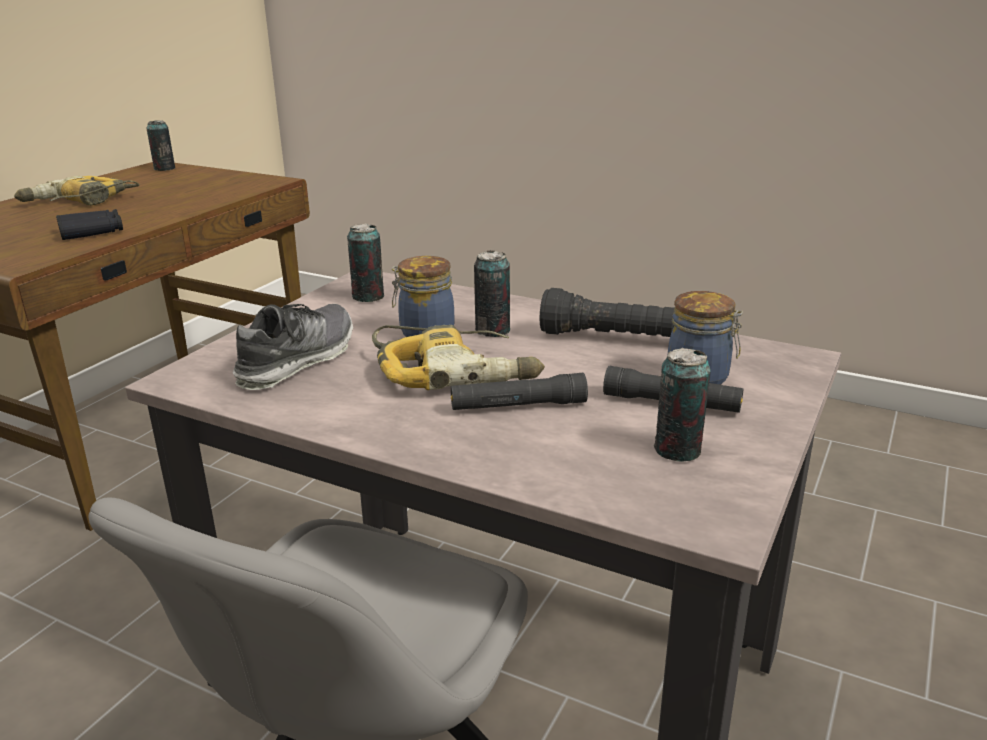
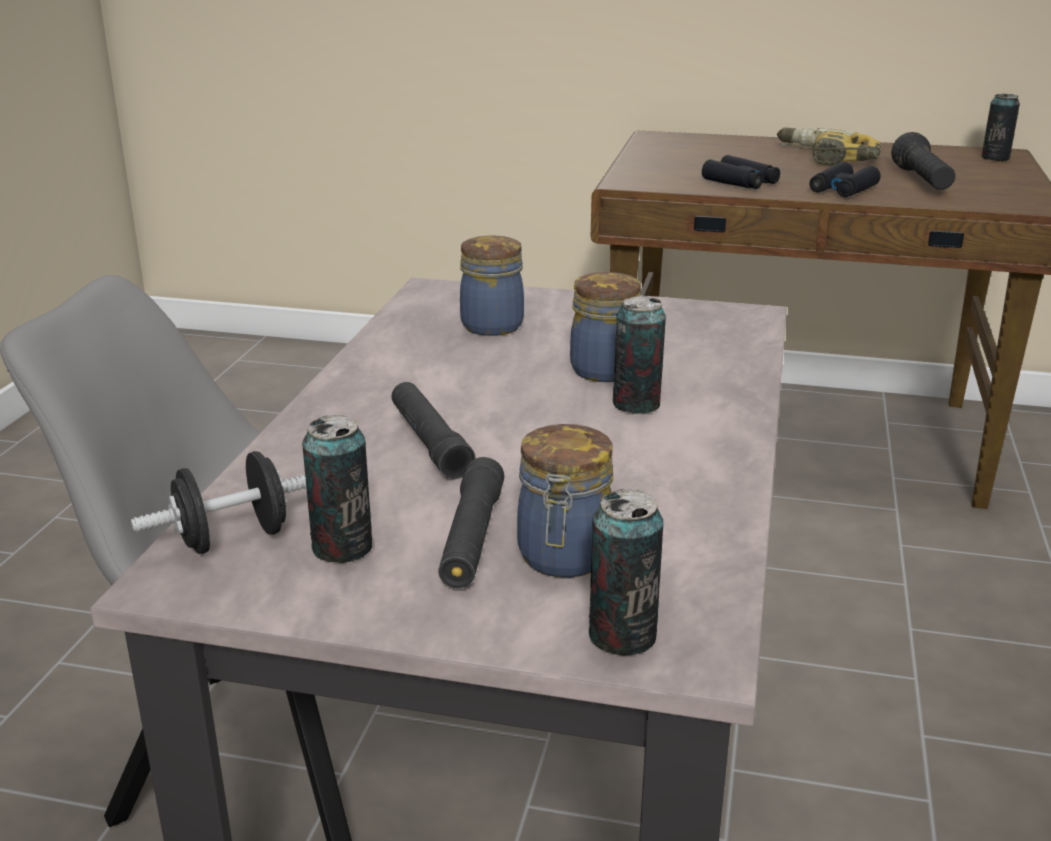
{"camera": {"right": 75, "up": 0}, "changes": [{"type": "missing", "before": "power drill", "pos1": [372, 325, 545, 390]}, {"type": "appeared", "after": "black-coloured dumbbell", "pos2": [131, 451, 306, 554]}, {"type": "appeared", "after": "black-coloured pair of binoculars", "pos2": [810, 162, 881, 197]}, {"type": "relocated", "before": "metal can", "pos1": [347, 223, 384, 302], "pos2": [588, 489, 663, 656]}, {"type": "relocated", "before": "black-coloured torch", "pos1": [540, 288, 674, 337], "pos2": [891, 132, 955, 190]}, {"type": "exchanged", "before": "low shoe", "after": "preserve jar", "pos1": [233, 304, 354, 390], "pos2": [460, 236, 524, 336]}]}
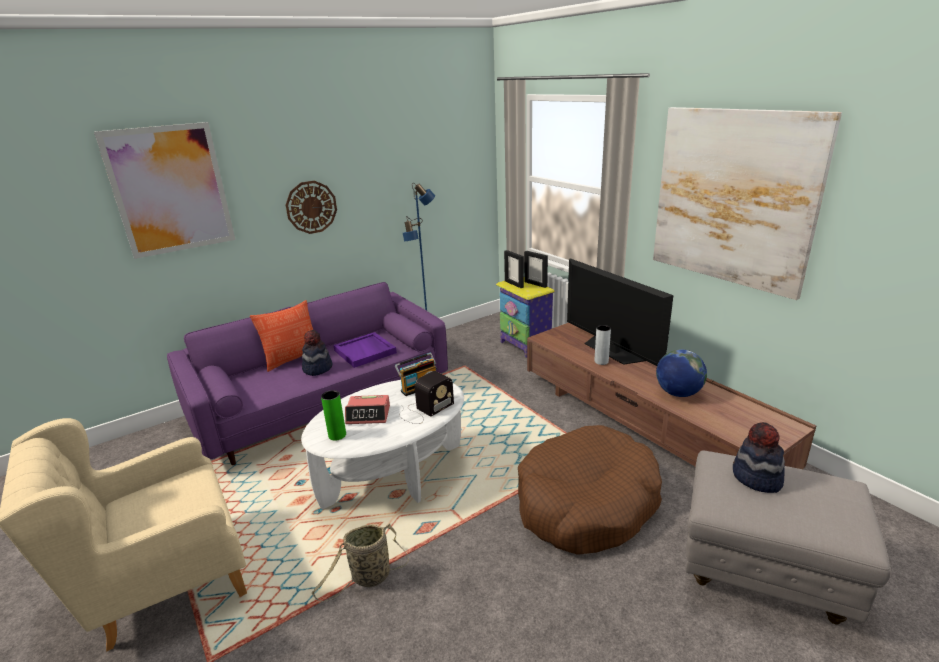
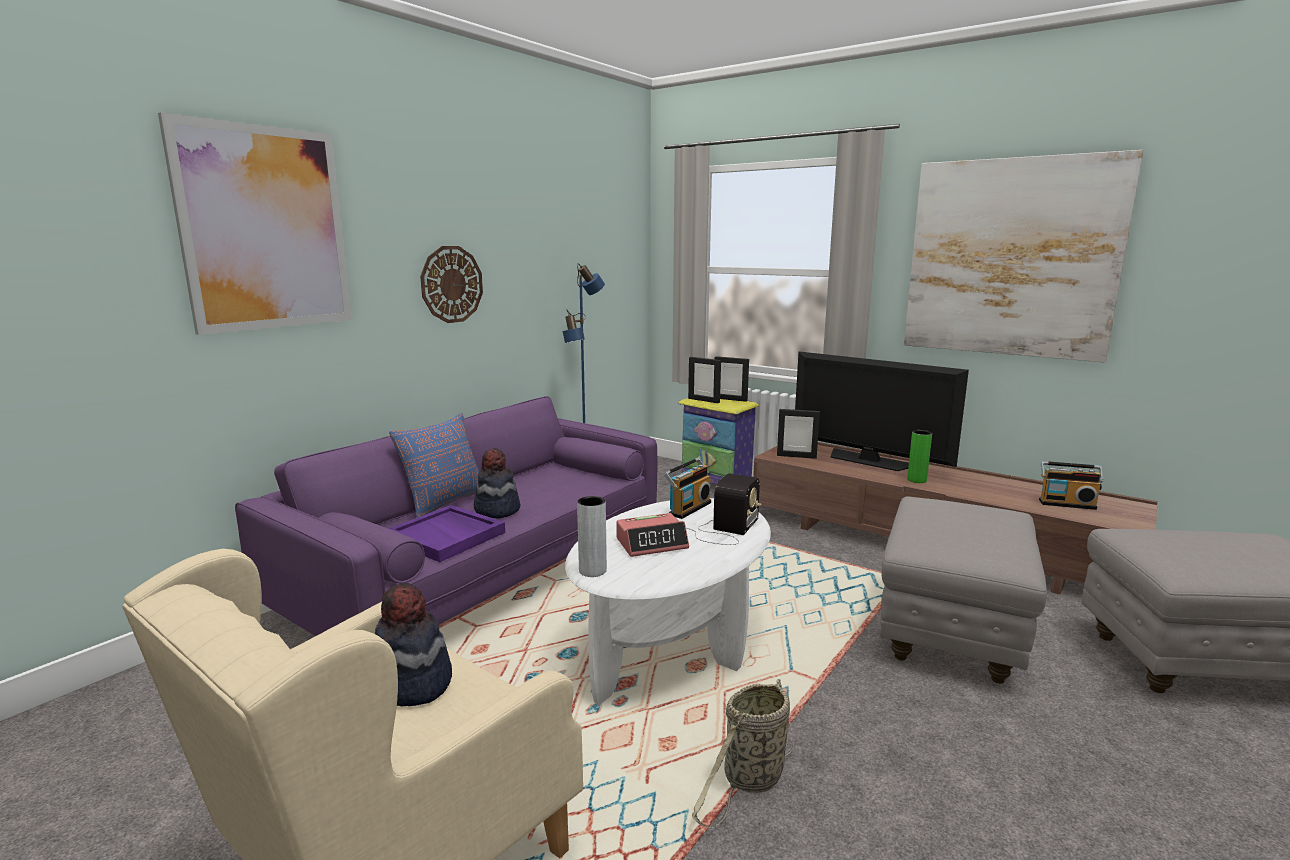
{"camera": {"right": -20, "up": -10}, "changes": [{"type": "missing", "before": "desk globe", "pos1": [656, 349, 707, 397]}, {"type": "appeared", "after": "picture frame", "pos2": [777, 409, 820, 459]}, {"type": "appeared", "after": "radio set", "pos2": [1039, 461, 1104, 510]}, {"type": "relocated", "before": "green-coloured decorative vase", "pos1": [321, 390, 346, 440], "pos2": [907, 430, 932, 483]}, {"type": "relocated", "before": "purplish tray", "pos1": [334, 332, 397, 368], "pos2": [388, 505, 505, 562]}, {"type": "relocated", "before": "gray decorative vase", "pos1": [594, 325, 611, 365], "pos2": [577, 496, 607, 577]}, {"type": "relocated", "before": "wearable hat", "pos1": [733, 422, 785, 493], "pos2": [375, 583, 452, 706]}, {"type": "exchanged", "before": "brown dog cushion", "after": "gray pouffe", "pos1": [518, 425, 662, 555], "pos2": [880, 496, 1047, 684]}, {"type": "colour", "before": "orange-coloured throw pillow", "after": "bluish throw pillow", "pos1": [250, 300, 313, 372], "pos2": [389, 413, 479, 518]}]}
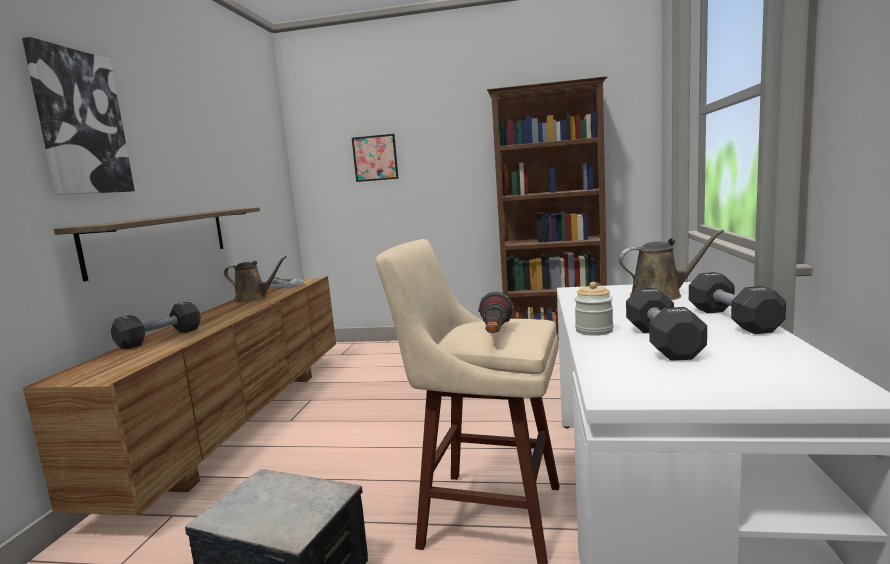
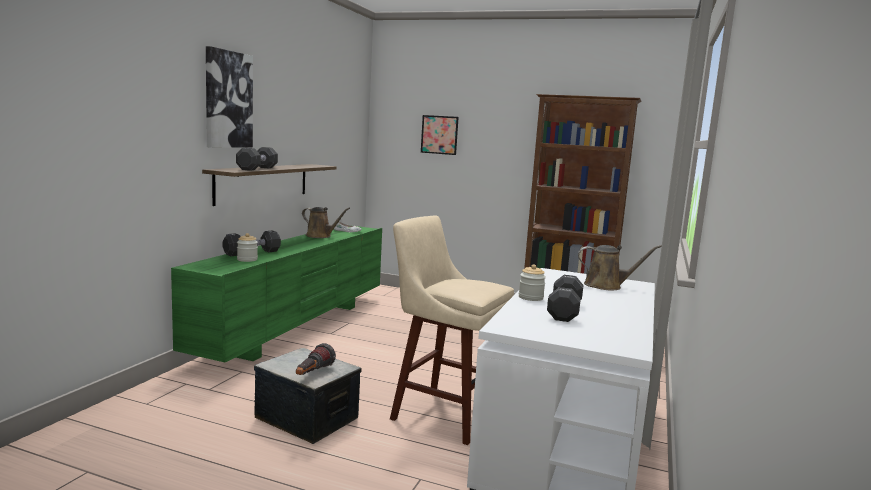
{"camera": {"right": 10, "up": 0}, "changes": [{"type": "appeared", "after": "preserve jar", "pos2": [237, 233, 258, 262]}, {"type": "relocated", "before": "torch", "pos1": [478, 292, 514, 333], "pos2": [296, 343, 336, 375]}, {"type": "relocated", "before": "black-coloured dumbbell", "pos1": [689, 272, 786, 334], "pos2": [236, 147, 278, 171]}, {"type": "colour", "before": "brown cabinet", "after": "green-coloured cabinet", "pos1": [23, 276, 336, 515], "pos2": [171, 225, 382, 362]}]}
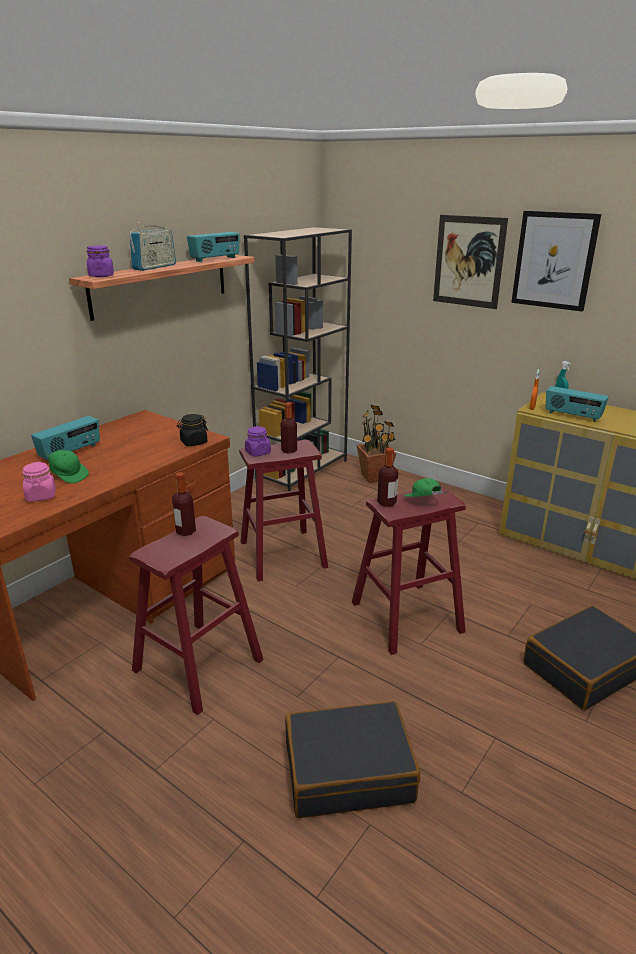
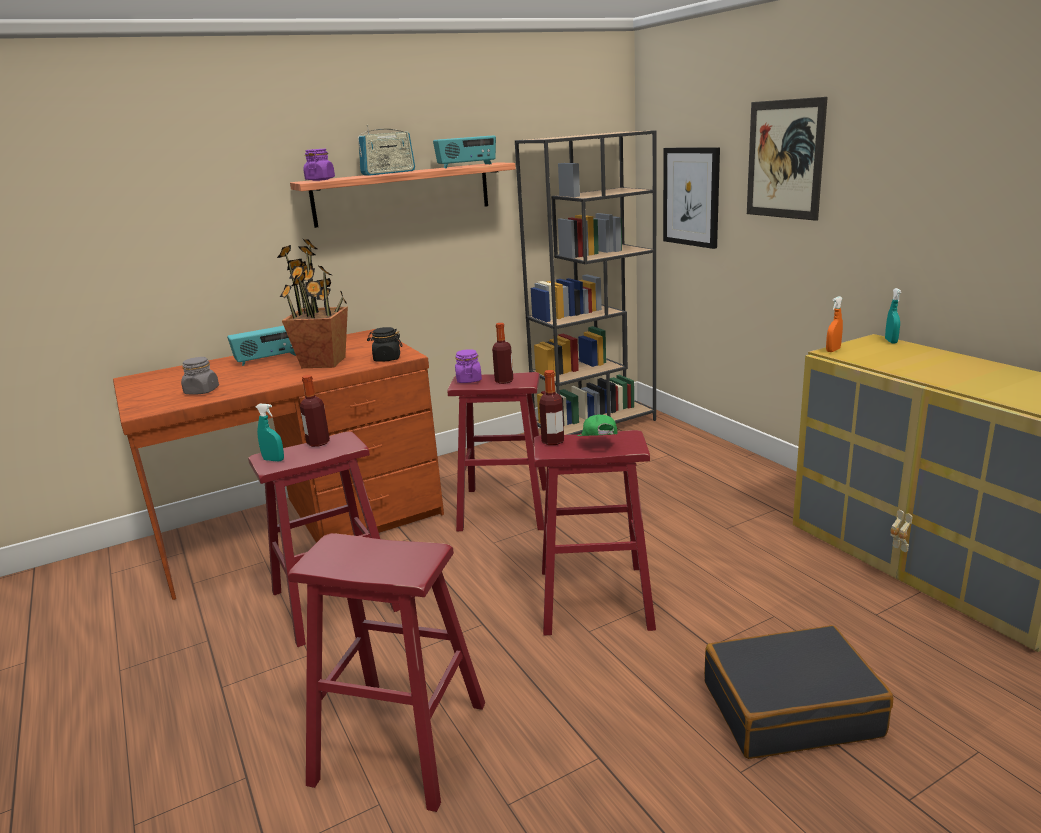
{"camera": {"right": 25, "up": -5}, "changes": [{"type": "missing", "before": "green-coloured peaked cap", "pos1": [45, 450, 89, 483]}, {"type": "missing", "before": "radio set", "pos1": [546, 386, 609, 422]}, {"type": "appeared", "after": "turquoise-coloured spray bottle", "pos2": [256, 404, 284, 462]}, {"type": "relocated", "before": "houseplant", "pos1": [357, 405, 396, 483], "pos2": [277, 239, 348, 368]}, {"type": "relocated", "before": "wall picture", "pos1": [511, 211, 601, 311], "pos2": [663, 147, 720, 249]}, {"type": "exchanged", "before": "black-coloured piece of luggage", "after": "red-coloured sitting stool", "pos1": [285, 701, 420, 818], "pos2": [288, 533, 485, 812]}, {"type": "colour", "before": "pink preserve jar", "after": "gray preserve jar", "pos1": [22, 462, 56, 502], "pos2": [181, 357, 219, 395]}]}
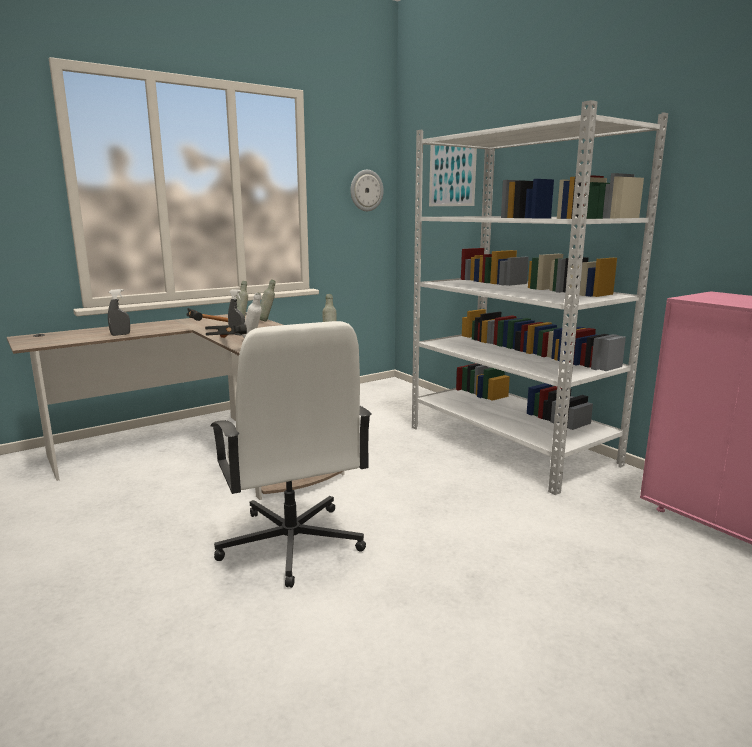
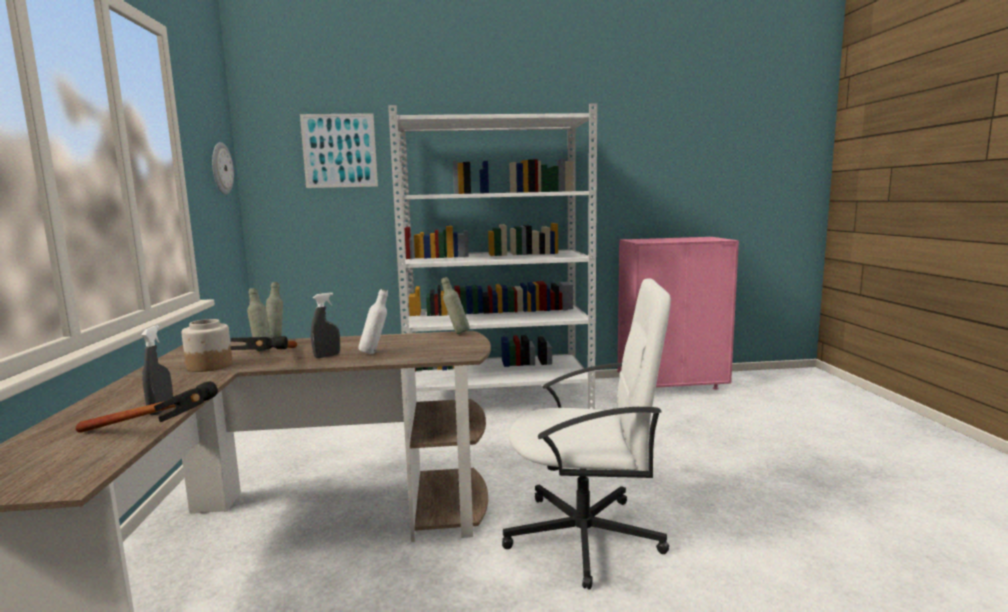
{"camera": {"right": -60, "up": -5}, "changes": [{"type": "appeared", "after": "preserve jar", "pos2": [181, 319, 233, 372]}, {"type": "relocated", "before": "hand hammer", "pos1": [205, 324, 247, 338], "pos2": [75, 381, 218, 433]}]}
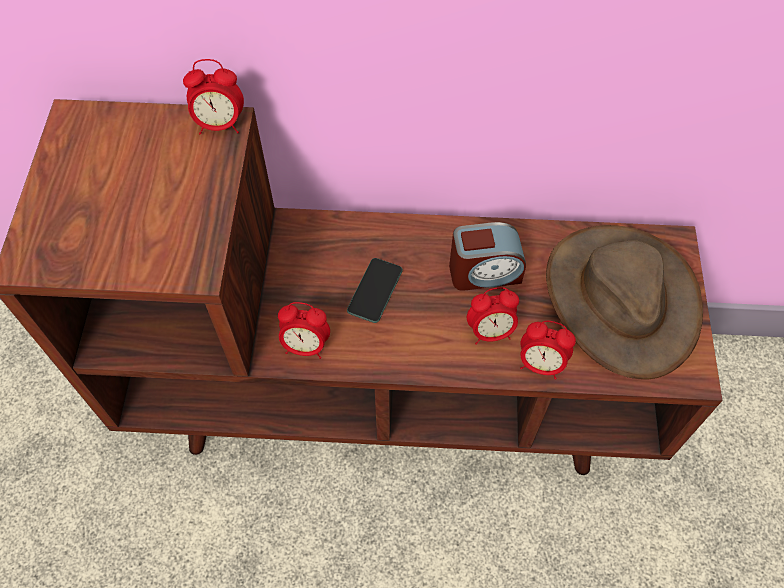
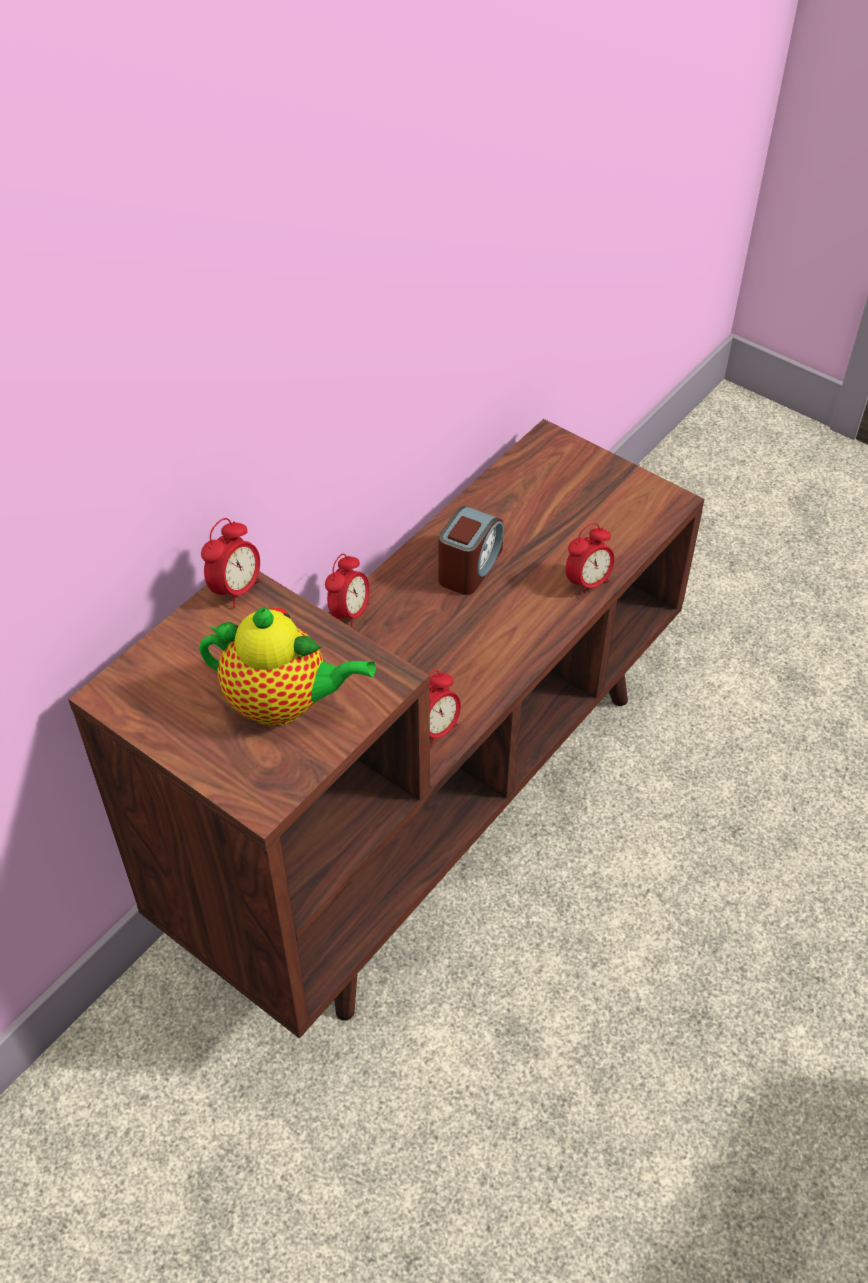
{"camera": {"right": -55, "up": -10}, "changes": [{"type": "missing", "before": "telephone", "pos1": [347, 258, 403, 323]}, {"type": "missing", "before": "brown wearable hat", "pos1": [546, 225, 703, 380]}, {"type": "appeared", "after": "tea pot", "pos2": [199, 607, 376, 726]}, {"type": "relocated", "before": "table clock", "pos1": [467, 287, 519, 345], "pos2": [325, 554, 370, 628]}]}
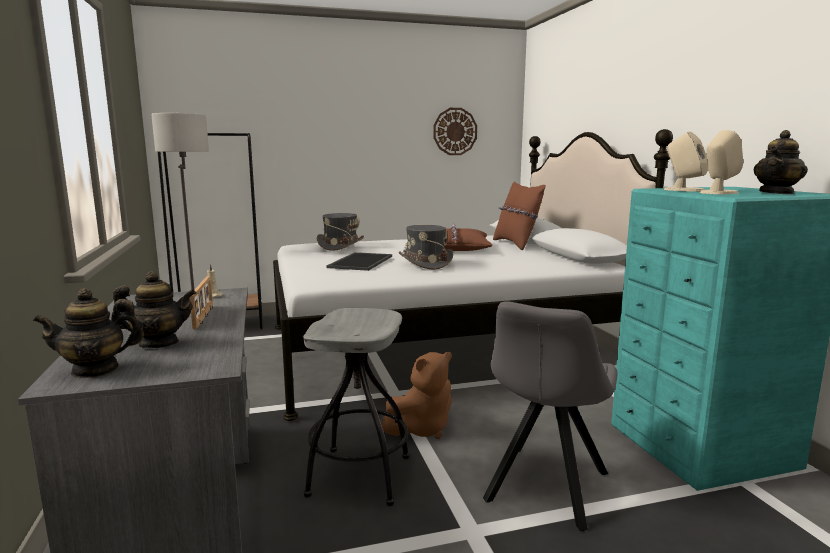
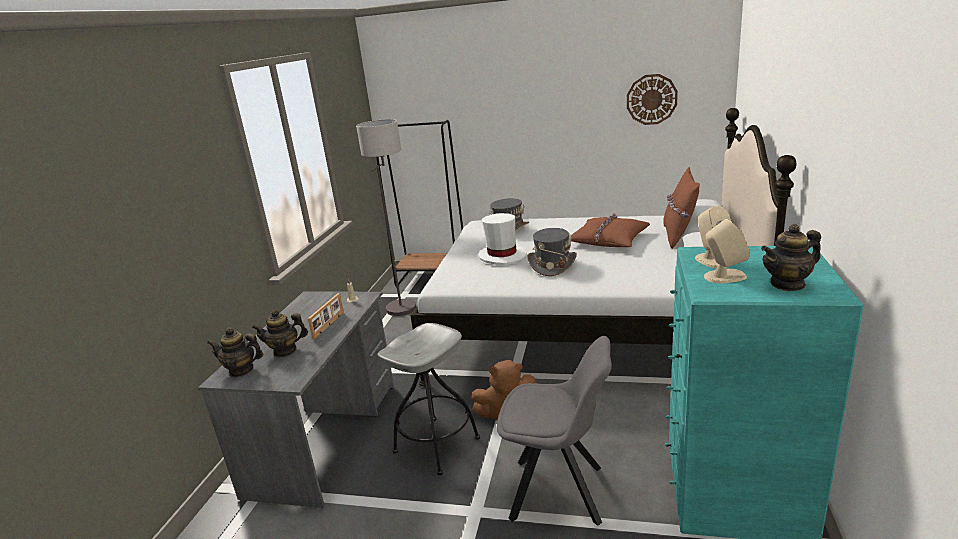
{"camera": {"right": 30, "up": 10}, "changes": [{"type": "exchanged", "before": "tray", "after": "white-coloured wearable hat", "pos1": [326, 252, 392, 271], "pos2": [478, 213, 527, 265]}, {"type": "spun", "before": "tea pot", "pos1": [111, 271, 196, 348], "pos2": [252, 310, 308, 357], "turn": 150}, {"type": "spun", "before": "gray chair", "pos1": [483, 301, 618, 531], "pos2": [497, 336, 612, 526], "turn": -135}]}
